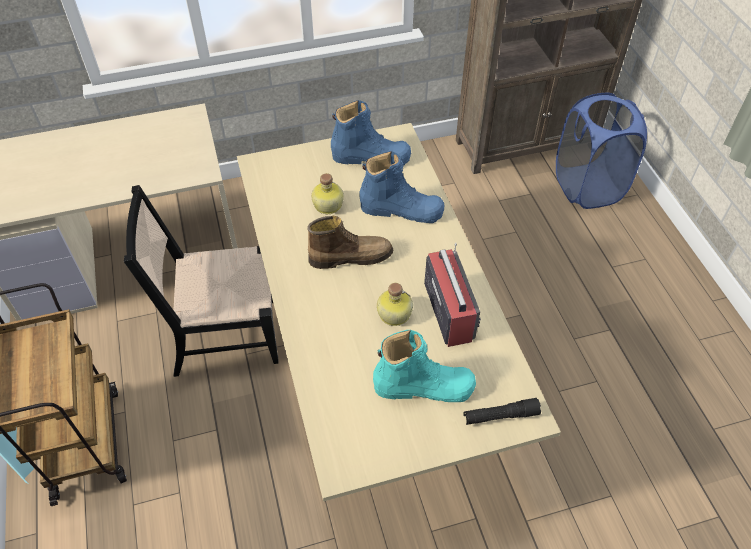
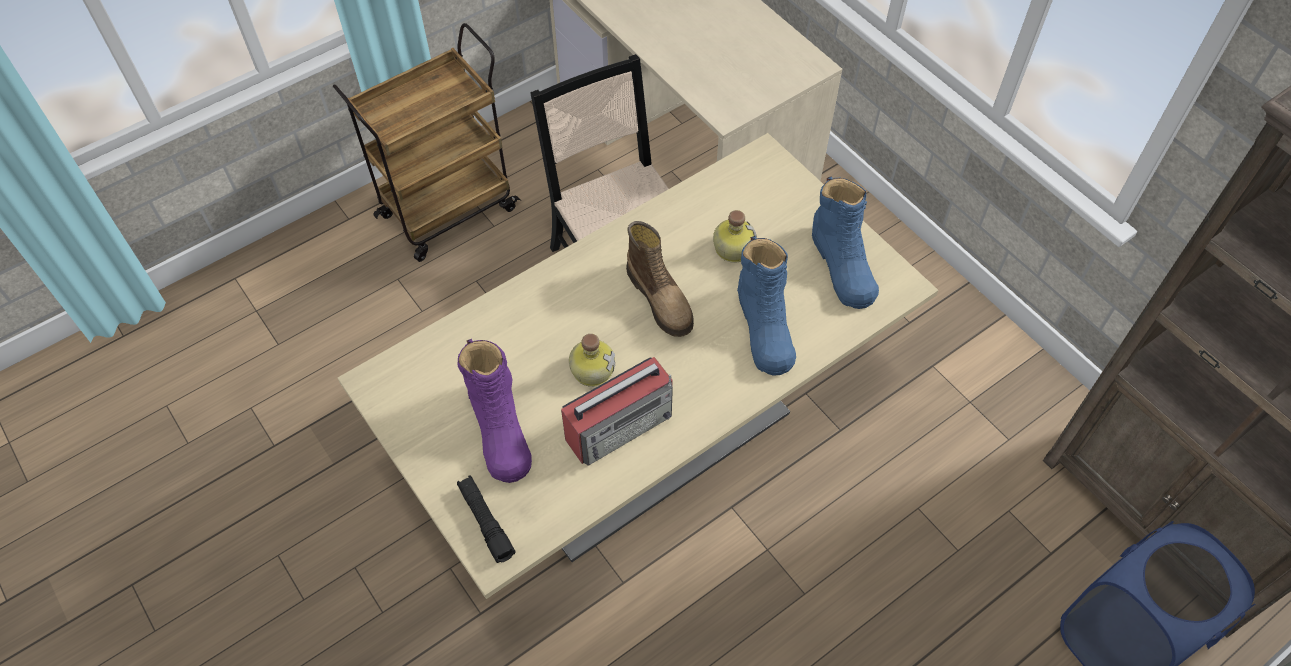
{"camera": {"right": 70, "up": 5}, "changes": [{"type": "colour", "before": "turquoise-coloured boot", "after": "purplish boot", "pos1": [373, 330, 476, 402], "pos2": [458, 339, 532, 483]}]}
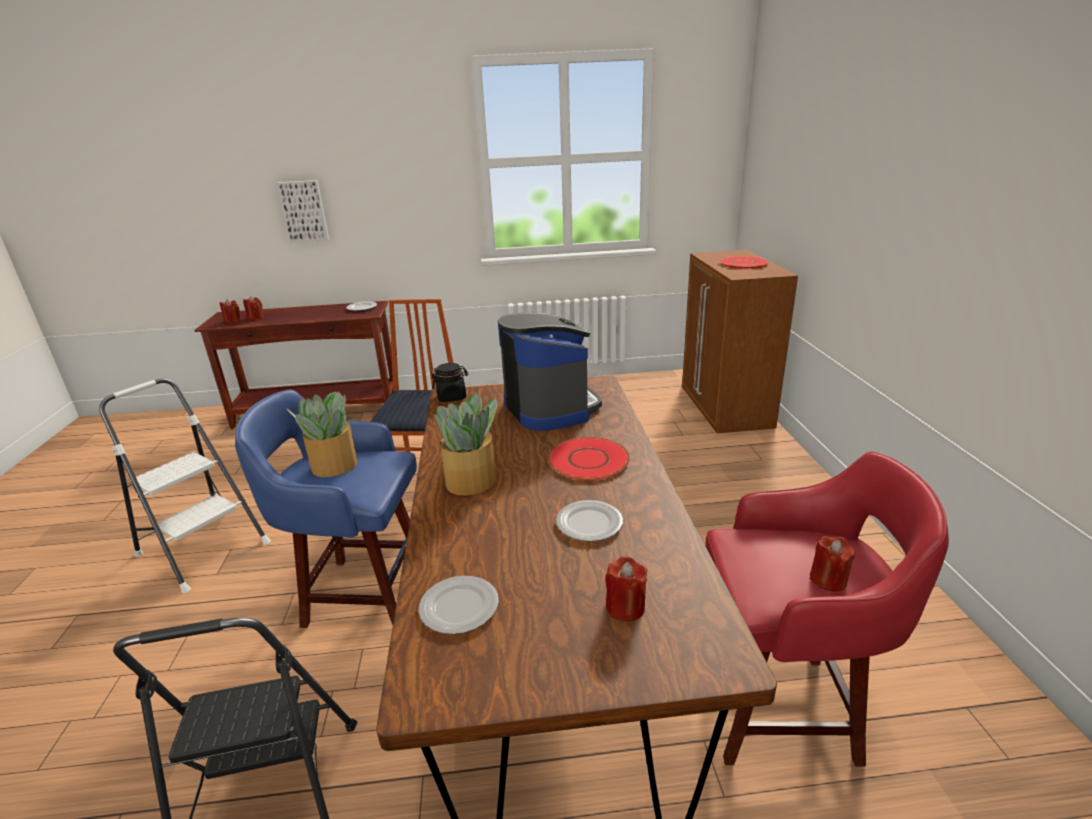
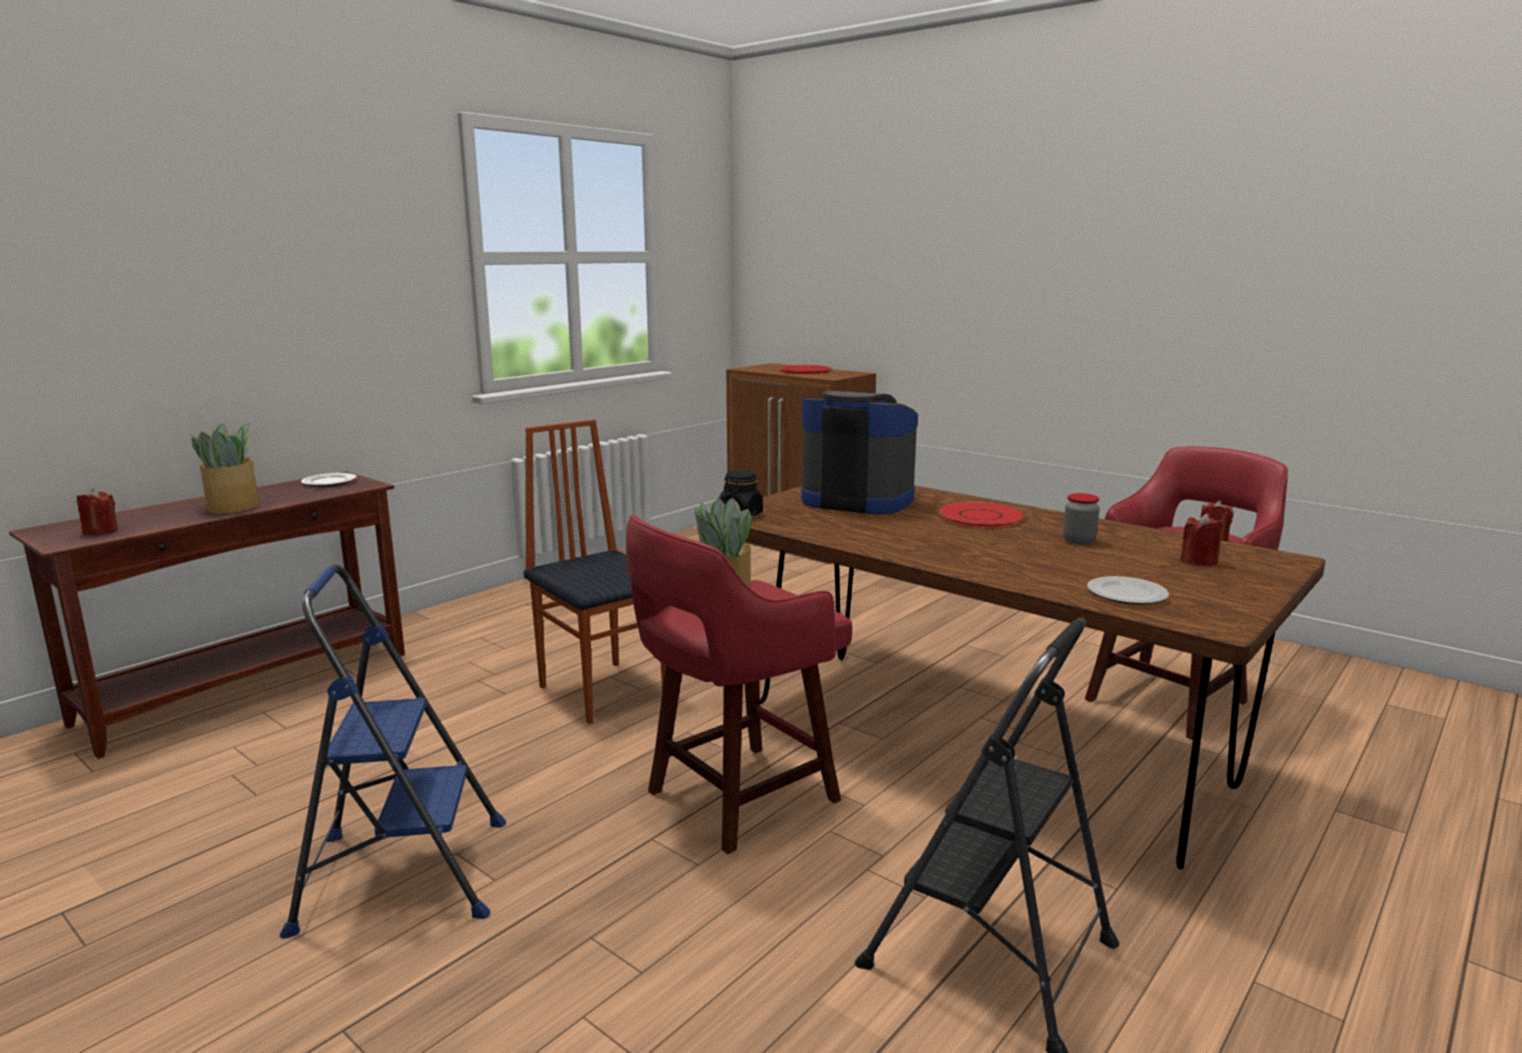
{"camera": {"right": -45, "up": -10}, "changes": [{"type": "missing", "before": "red-coloured candle", "pos1": [243, 296, 264, 320]}, {"type": "missing", "before": "wall picture", "pos1": [277, 180, 329, 242]}, {"type": "relocated", "before": "houseplant", "pos1": [435, 393, 498, 495], "pos2": [190, 423, 259, 513]}, {"type": "exchanged", "before": "flat dish", "after": "preserve jar", "pos1": [556, 500, 623, 542], "pos2": [1063, 493, 1100, 545]}, {"type": "colour", "before": "white-coloured step ladder", "after": "bluish step ladder", "pos1": [99, 379, 271, 593], "pos2": [280, 564, 506, 939]}, {"type": "colour", "before": "bluish sitting stool", "after": "red-coloured sitting stool", "pos1": [235, 389, 417, 628], "pos2": [626, 516, 852, 854]}]}
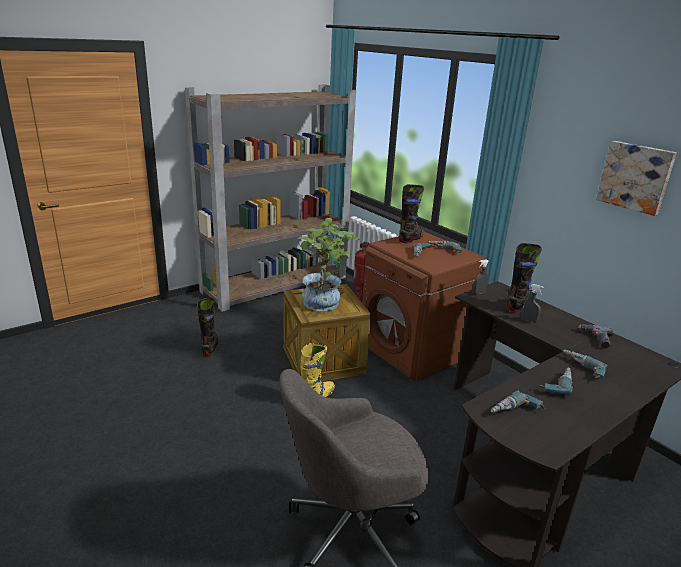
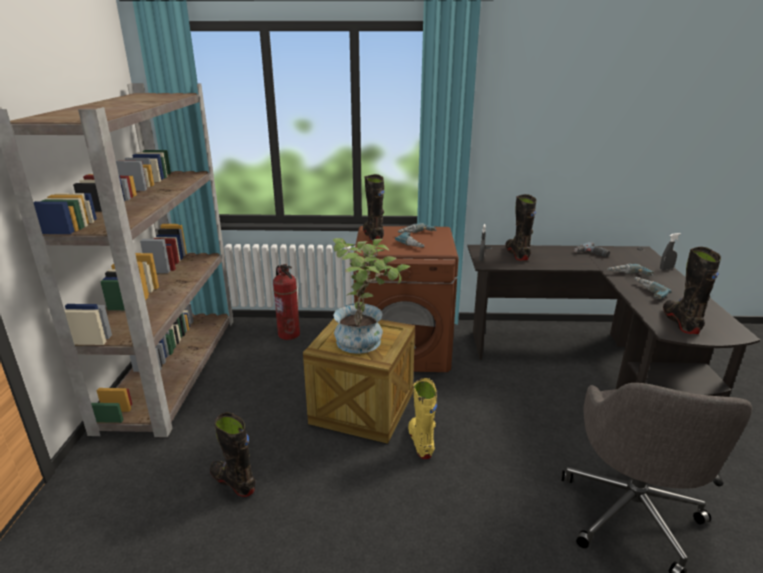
{"camera": {"right": -50, "up": 0}, "changes": [{"type": "missing", "before": "wall picture", "pos1": [596, 141, 677, 216]}, {"type": "relocated", "before": "gray spray bottle", "pos1": [521, 284, 544, 323], "pos2": [660, 233, 681, 270]}, {"type": "exchanged", "before": "power drill", "after": "black-coloured boot", "pos1": [491, 391, 546, 413], "pos2": [663, 247, 721, 334]}]}
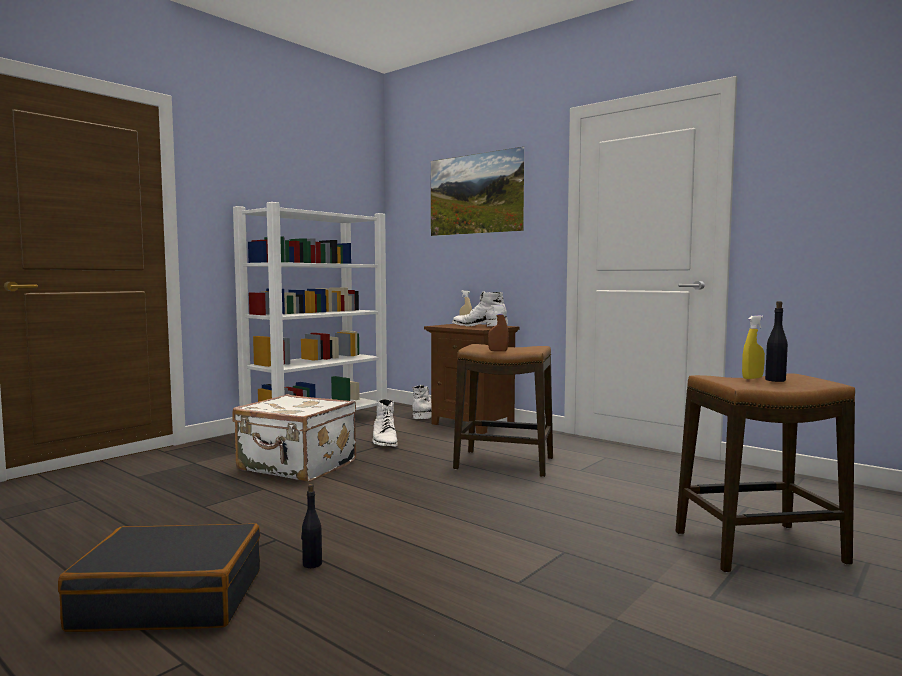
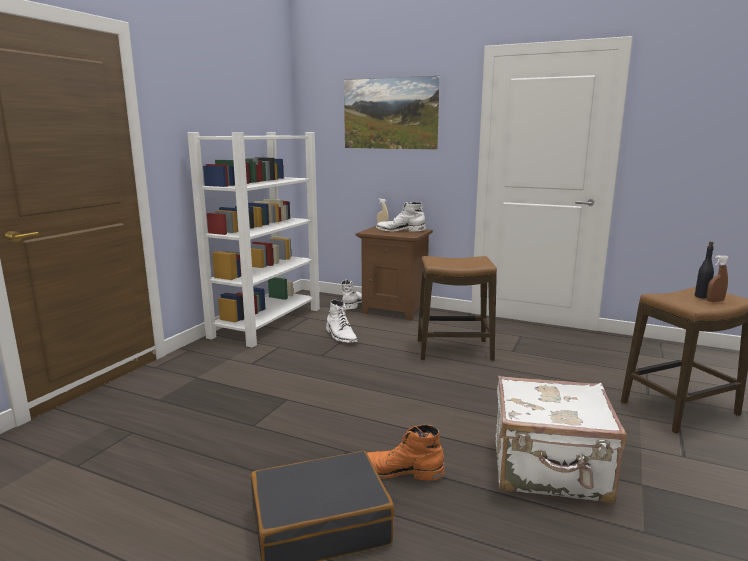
{"camera": {"right": -15, "up": 10}, "changes": [{"type": "missing", "before": "yellow-coloured spray bottle", "pos1": [742, 315, 765, 379]}, {"type": "relocated", "before": "white-coloured piece of luggage", "pos1": [232, 394, 356, 482], "pos2": [495, 376, 626, 503]}, {"type": "relocated", "before": "brown spray bottle", "pos1": [488, 305, 509, 351], "pos2": [706, 255, 729, 302]}, {"type": "exchanged", "before": "black-coloured bottle", "after": "orange-coloured boot", "pos1": [301, 484, 322, 568], "pos2": [367, 425, 445, 481]}]}
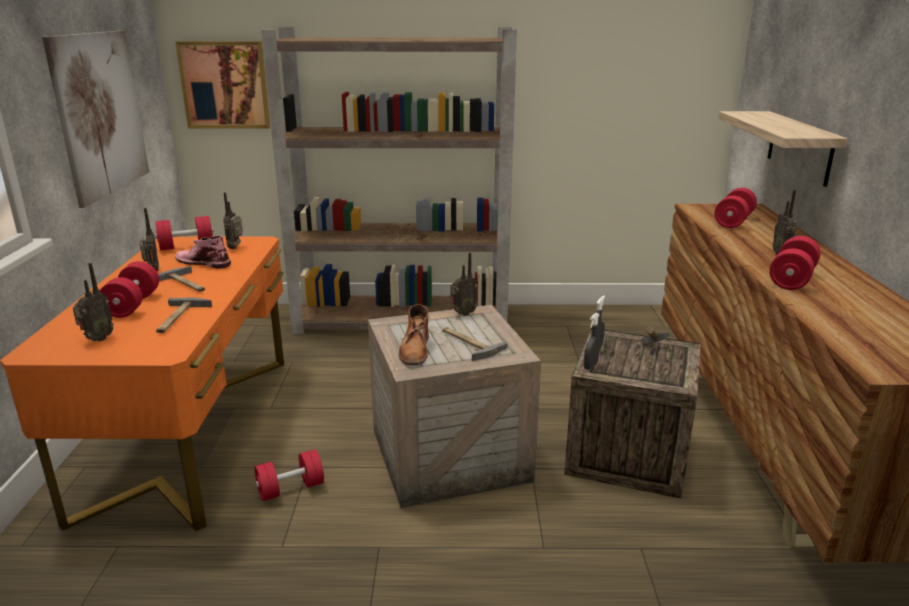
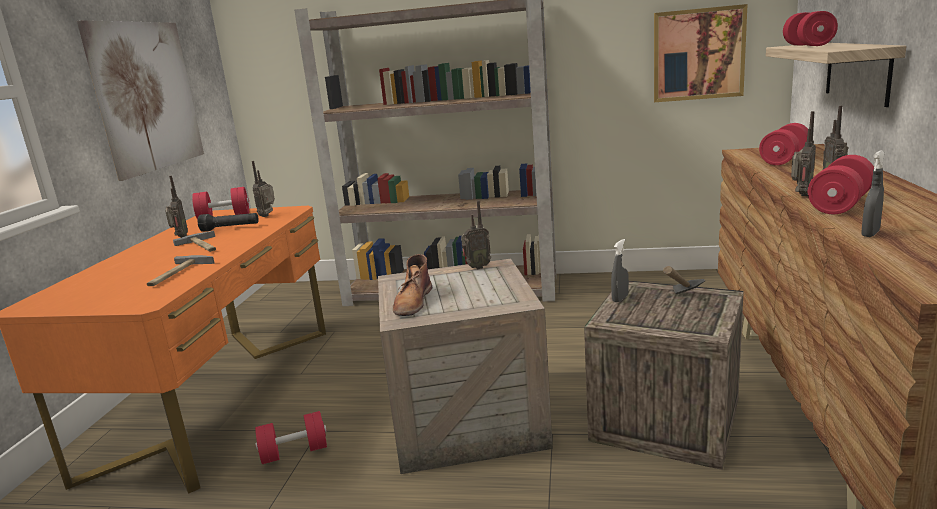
{"camera": {"right": 10, "up": -5}, "changes": [{"type": "missing", "before": "hand hammer", "pos1": [443, 327, 508, 361]}, {"type": "relocated", "before": "radio set", "pos1": [73, 263, 114, 341], "pos2": [791, 111, 816, 196]}, {"type": "relocated", "before": "red-coloured dumbbell", "pos1": [100, 261, 159, 318], "pos2": [783, 11, 838, 46]}, {"type": "relocated", "before": "wall picture", "pos1": [175, 41, 270, 128], "pos2": [654, 4, 748, 102]}, {"type": "relocated", "before": "gray spray bottle", "pos1": [584, 313, 600, 370], "pos2": [861, 150, 885, 237]}, {"type": "exchanged", "before": "pink boot", "after": "black-coloured torch", "pos1": [175, 235, 231, 269], "pos2": [198, 213, 259, 232]}]}
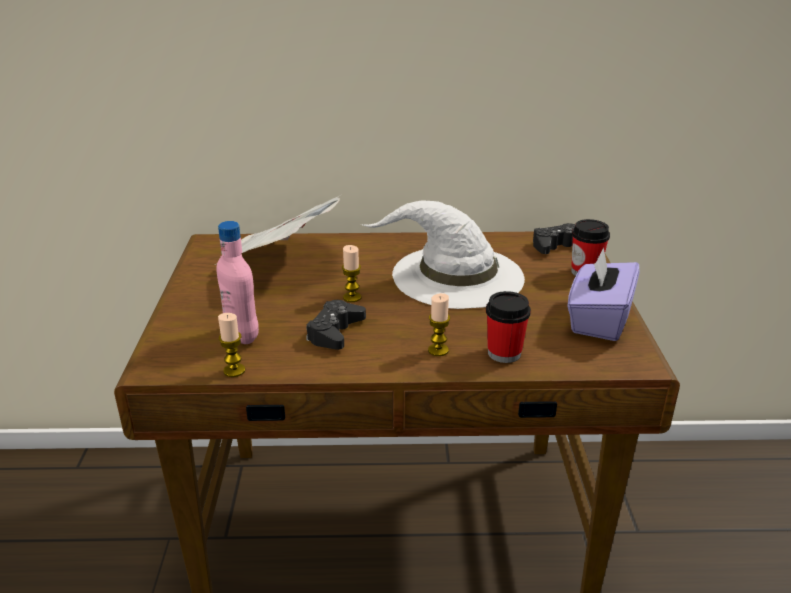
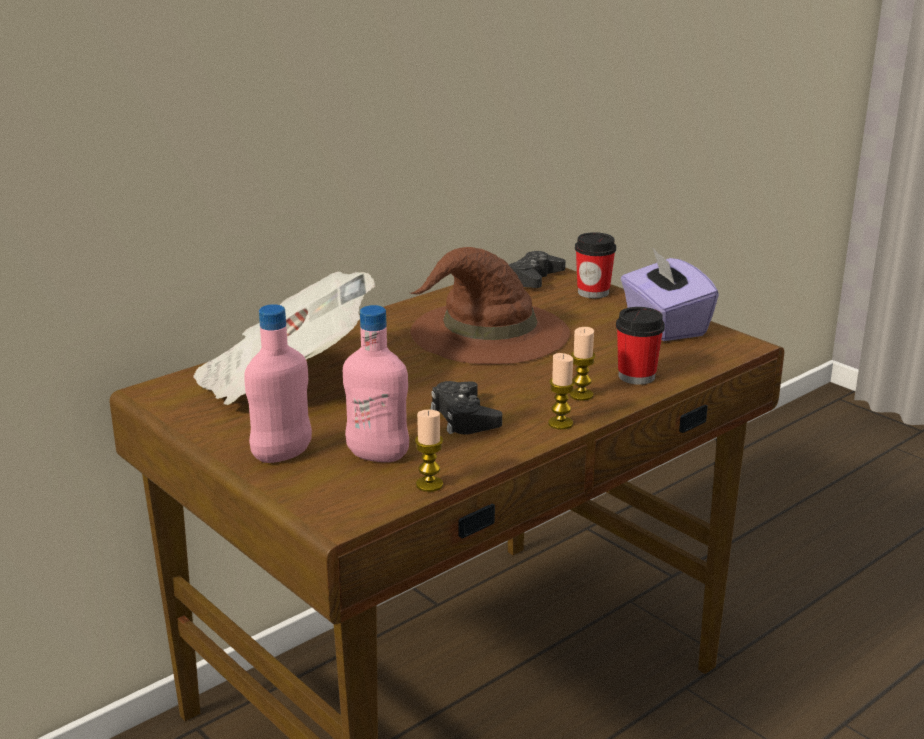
{"camera": {"right": -40, "up": -5}, "changes": [{"type": "appeared", "after": "pink bottle", "pos2": [244, 304, 312, 463]}, {"type": "relocated", "before": "candle", "pos1": [342, 245, 362, 302], "pos2": [548, 353, 575, 430]}, {"type": "colour", "before": "white-coloured wearable hat", "after": "brown wearable hat", "pos1": [361, 200, 525, 309], "pos2": [410, 247, 570, 364]}]}
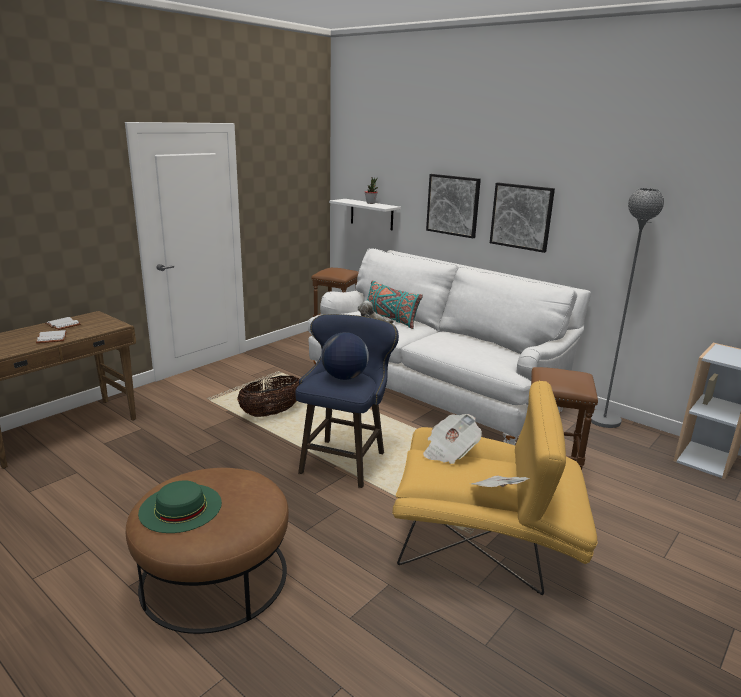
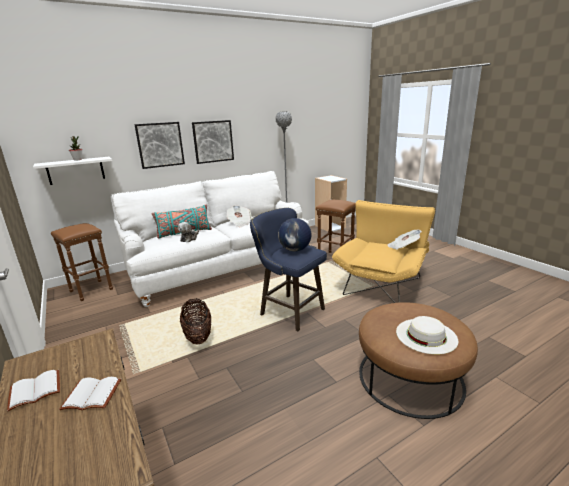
{"camera": {"right": -70, "up": 0}, "changes": [{"type": "relocated", "before": "newspaper", "pos1": [423, 414, 482, 464], "pos2": [227, 205, 252, 227]}, {"type": "colour", "before": "green-coloured wearable hat", "after": "white-coloured wearable hat", "pos1": [138, 481, 222, 533], "pos2": [396, 316, 459, 355]}]}
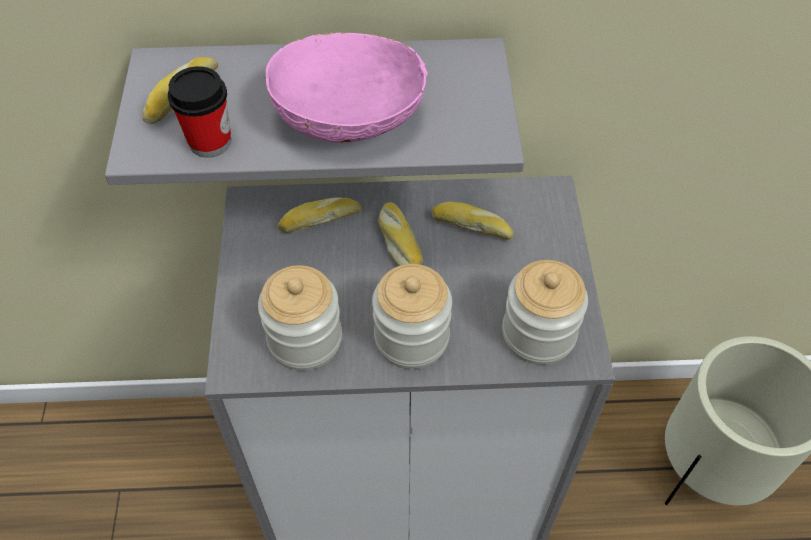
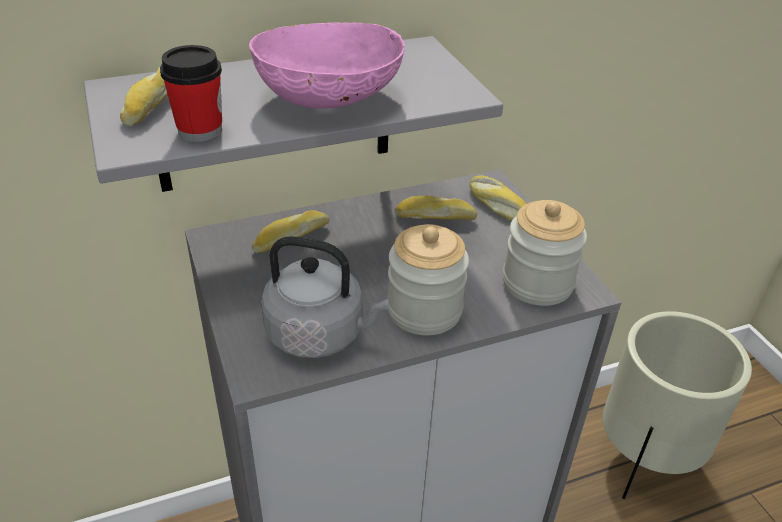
{"camera": {"right": -20, "up": -15}, "changes": [{"type": "relocated", "before": "bread", "pos1": [378, 202, 423, 266], "pos2": [469, 175, 527, 221]}, {"type": "exchanged", "before": "preserve jar", "after": "gray tea kettle", "pos1": [258, 265, 342, 371], "pos2": [261, 236, 389, 358]}]}
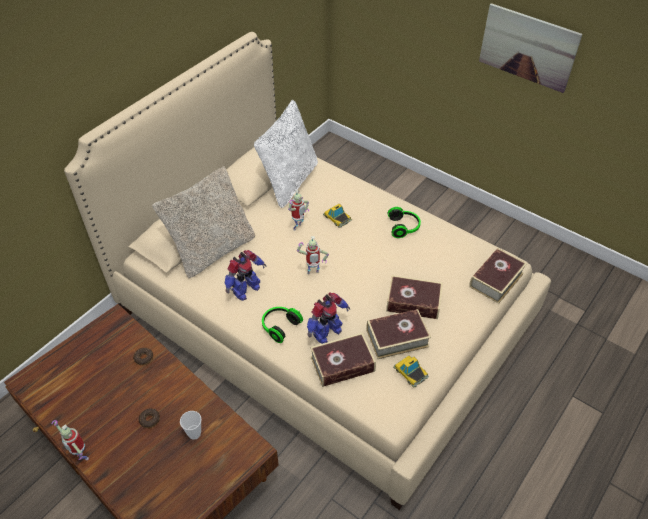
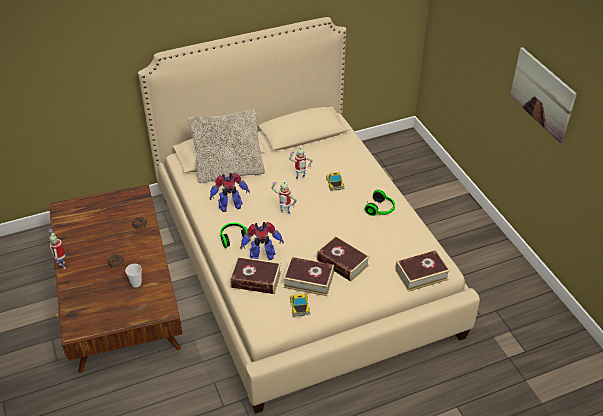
{"camera": {"right": 30, "up": -5}, "changes": [{"type": "missing", "before": "white-coloured throw pillow", "pos1": [254, 100, 318, 208]}]}
